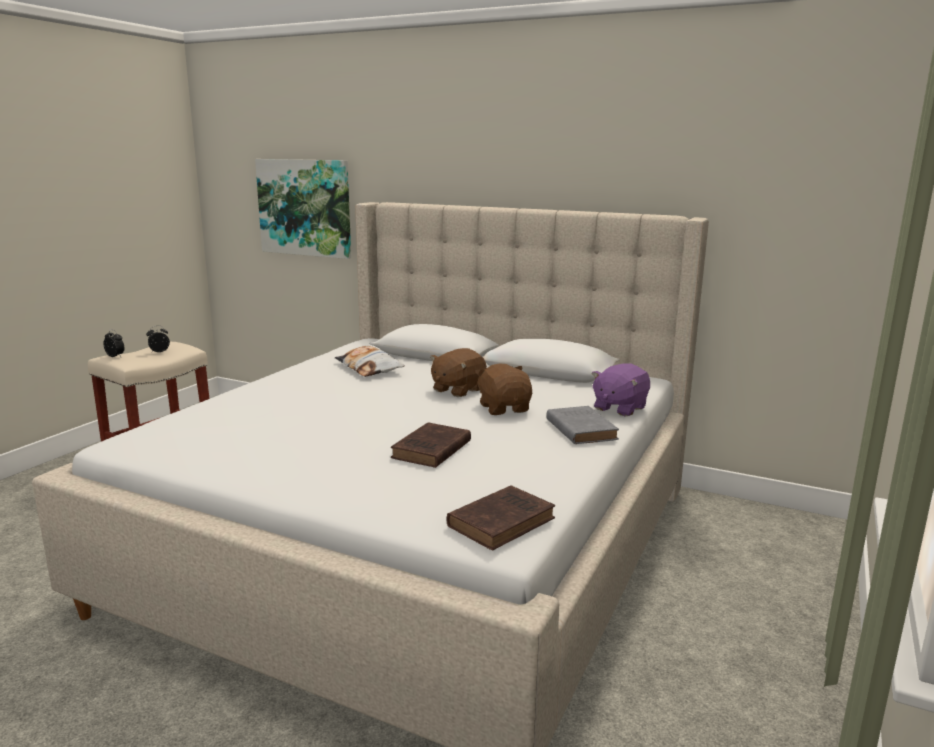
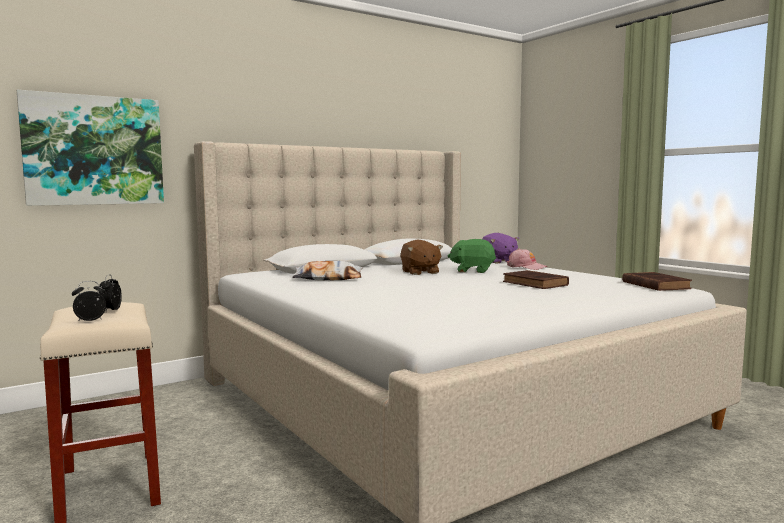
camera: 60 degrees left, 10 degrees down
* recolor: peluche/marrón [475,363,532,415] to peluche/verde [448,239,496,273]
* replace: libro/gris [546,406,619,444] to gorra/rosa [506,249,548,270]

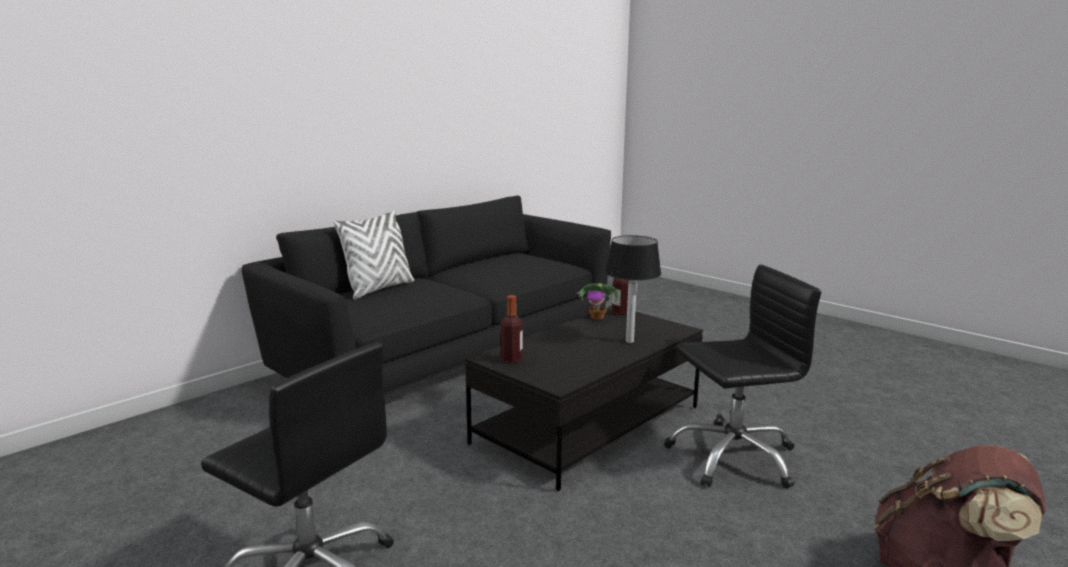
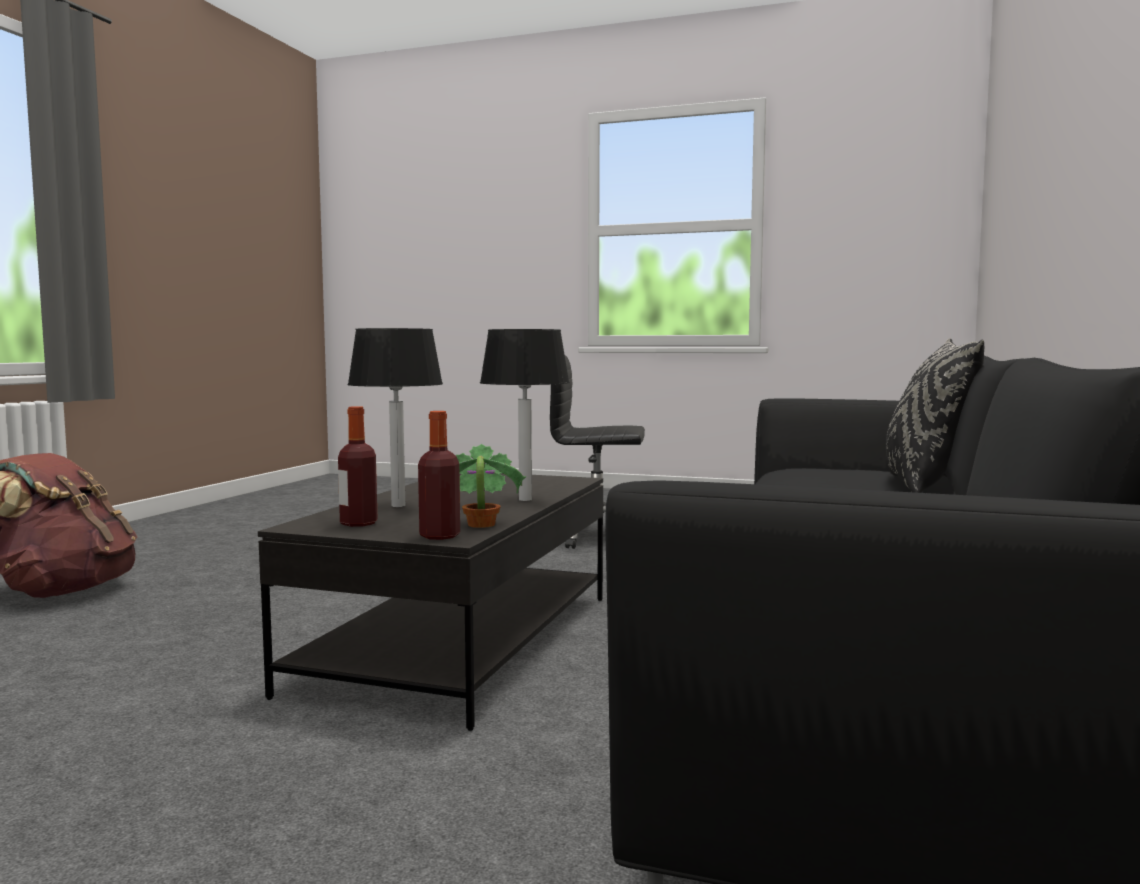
camera: 155 degrees right, 10 degrees down
* recolor: cojín/blanco [333,211,414,300] to cojín/negro [886,338,984,493]
* delete: silla de oficina/negro [664,264,821,489]
* move: botella [501,295,523,363] to [338,406,377,527]
* insert: lámpara de mesa [480,329,570,501]

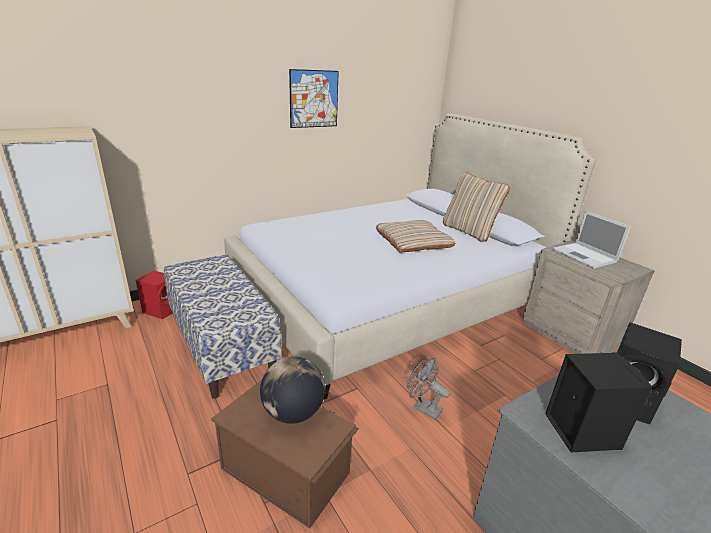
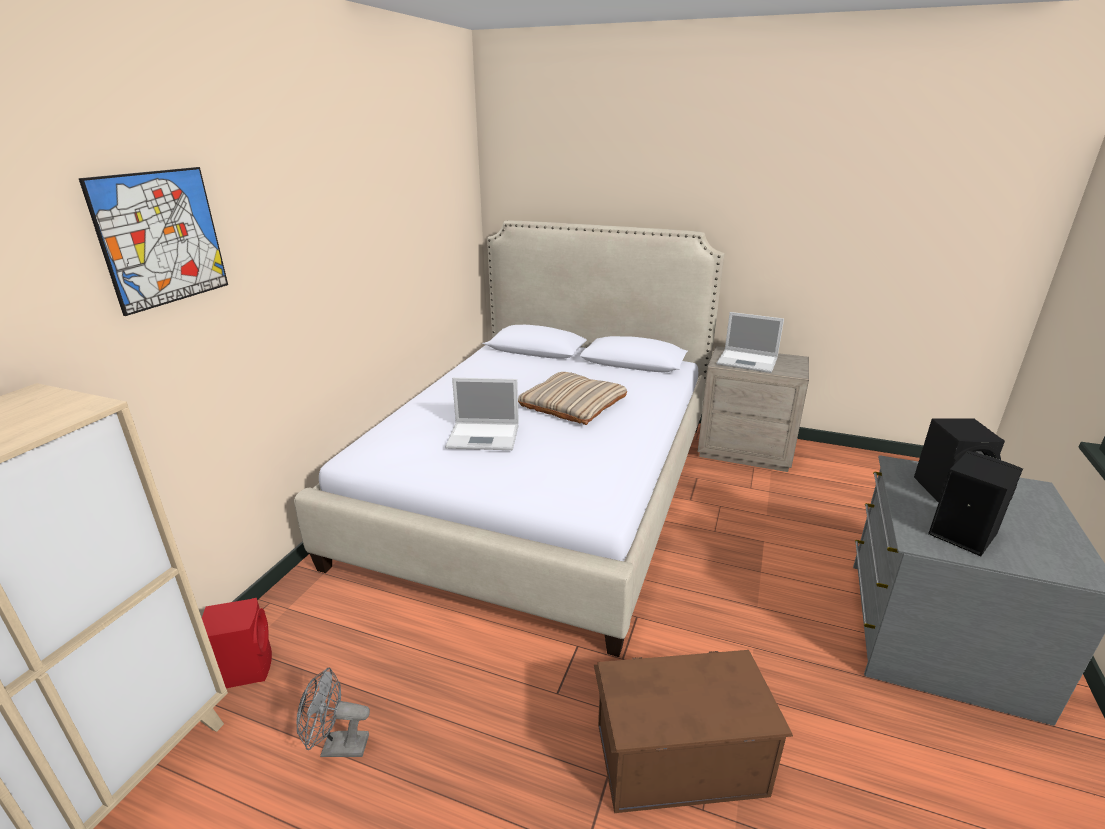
camera: 35 degrees left, 0 degrees up
* move: cuadro [289,69,339,128] to [79,167,228,316]
* delete: cojín/beis [443,172,510,242]
* delete: banco [164,255,282,399]
* delete: globo terráqueo [260,356,325,424]
* move: ventilador/gris [407,358,450,420] to [296,667,370,757]
* insert: portátil [445,378,519,450]

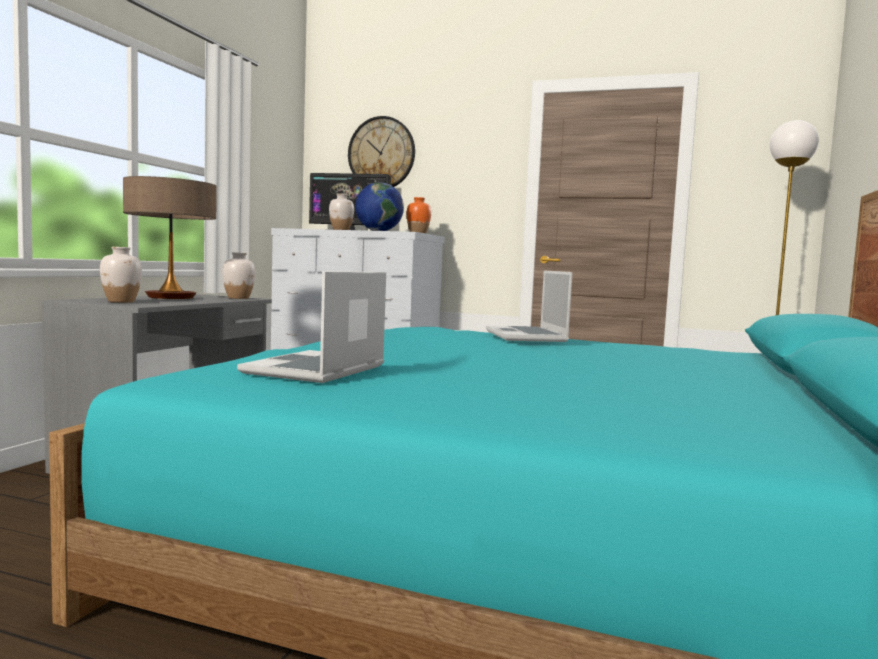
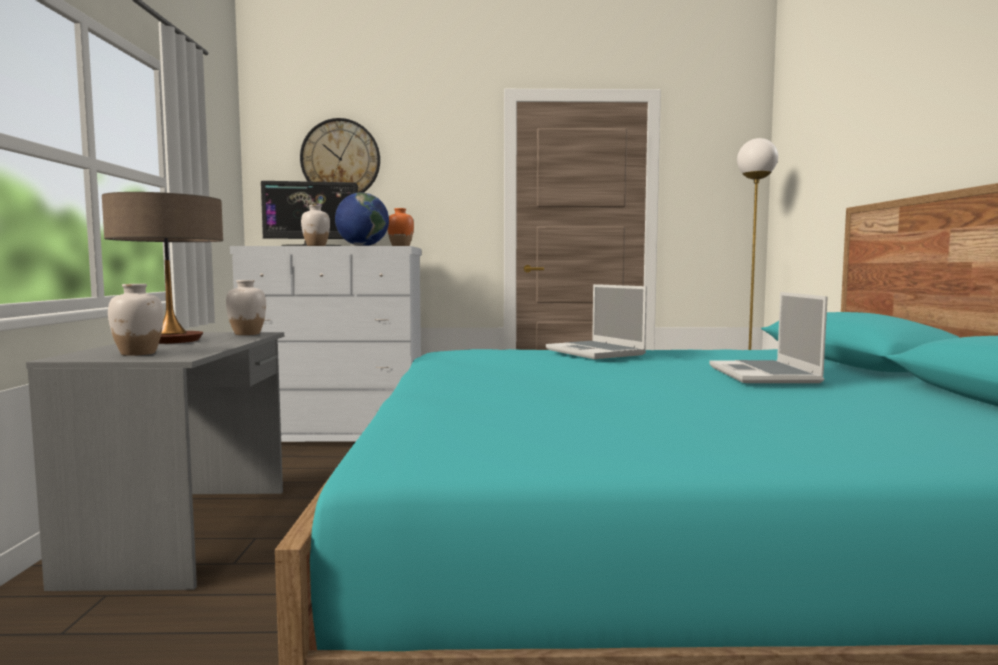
camera: 20 degrees left, 0 degrees up
* move: portátil [237,271,386,383] to [709,292,828,383]

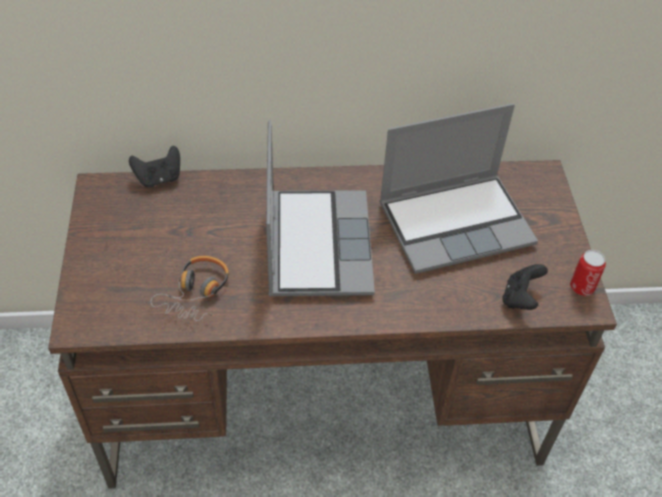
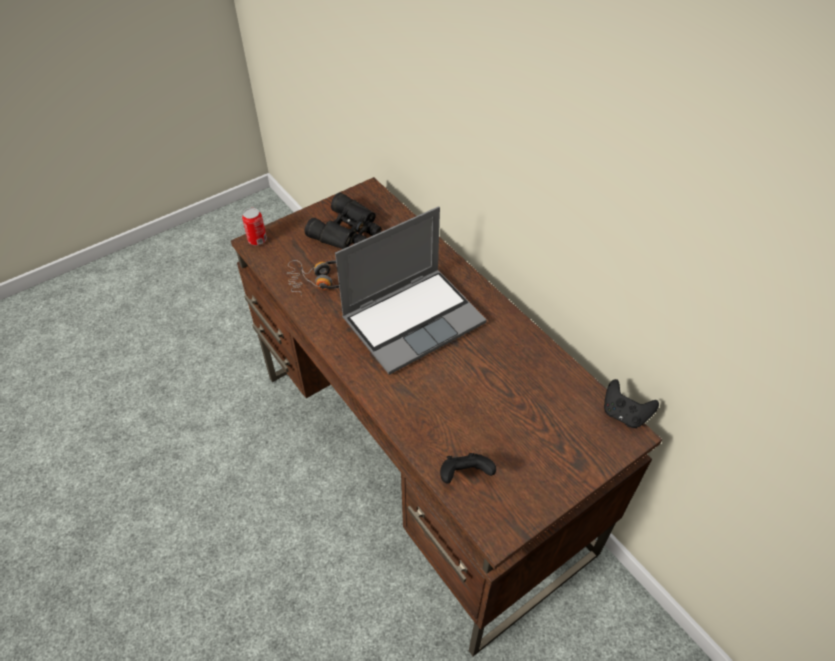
camera: 60 degrees right, 0 degrees up
* delete: portátil [379,103,538,274]
* move: mando de consola/negro [129,146,180,187] to [604,379,659,428]
* move: lata [570,250,606,296] to [242,208,267,245]
* insert: prismáticos/negro [305,193,382,249]

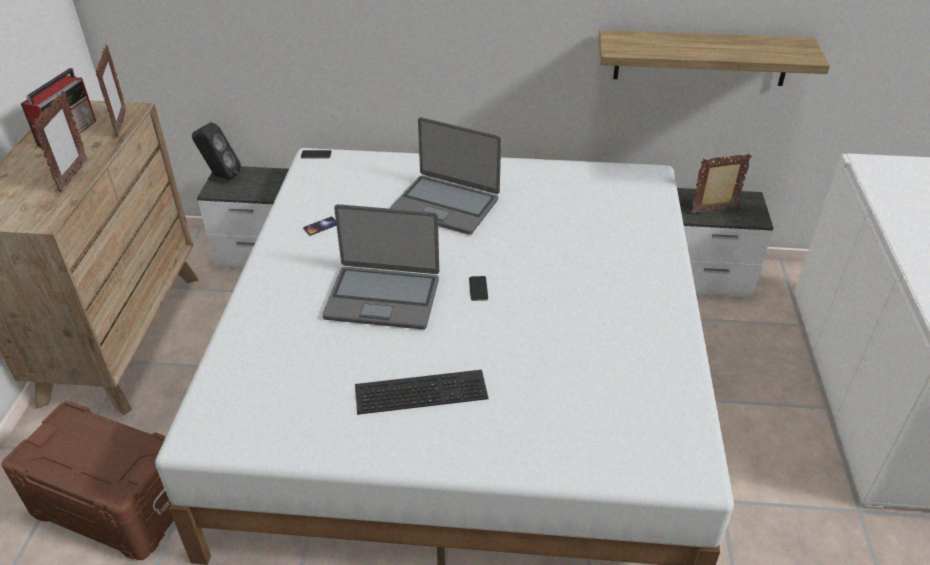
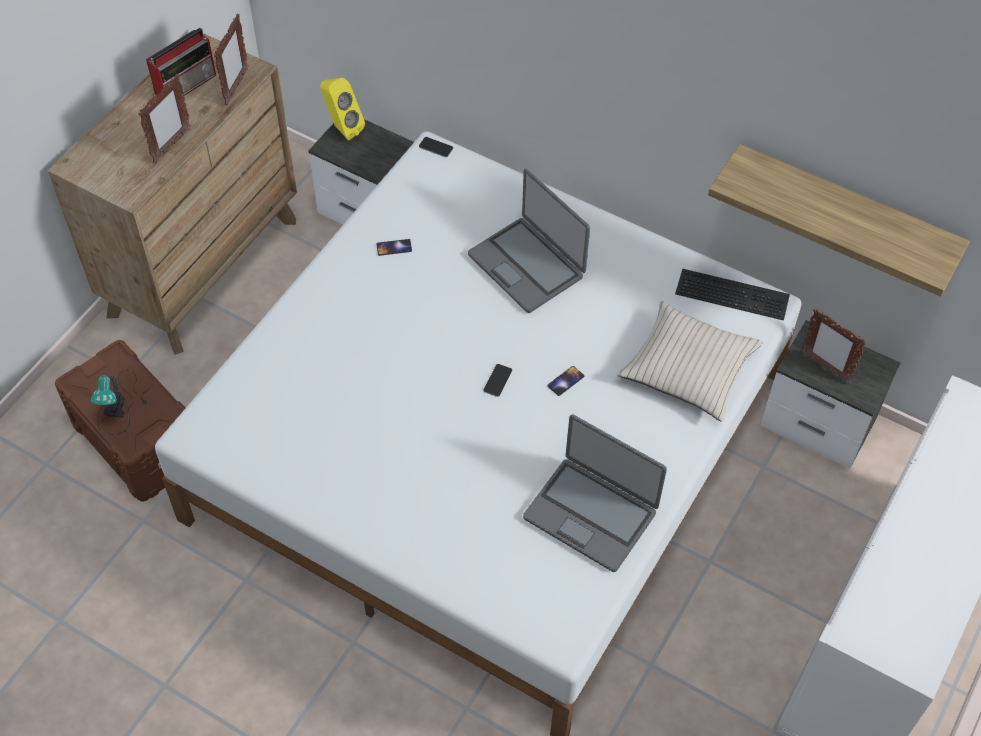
camera: 25 degrees right, 15 degrees up
* recolor: altavoz/negro [192,122,241,180] to altavoz/amarillo [320,78,365,140]
* rotate: portarretratos [690,154,752,214] = [801,309,866,384] 150 degrees counterclockwise
* move: portátil [323,204,439,329] to [523,415,667,572]
* move: teclado [355,370,488,415] to [675,269,790,320]
* insert: cojín/beis [617,301,763,422]
* insert: móvil [547,366,584,396]
* insert: lámpara de mesa [91,369,147,435]

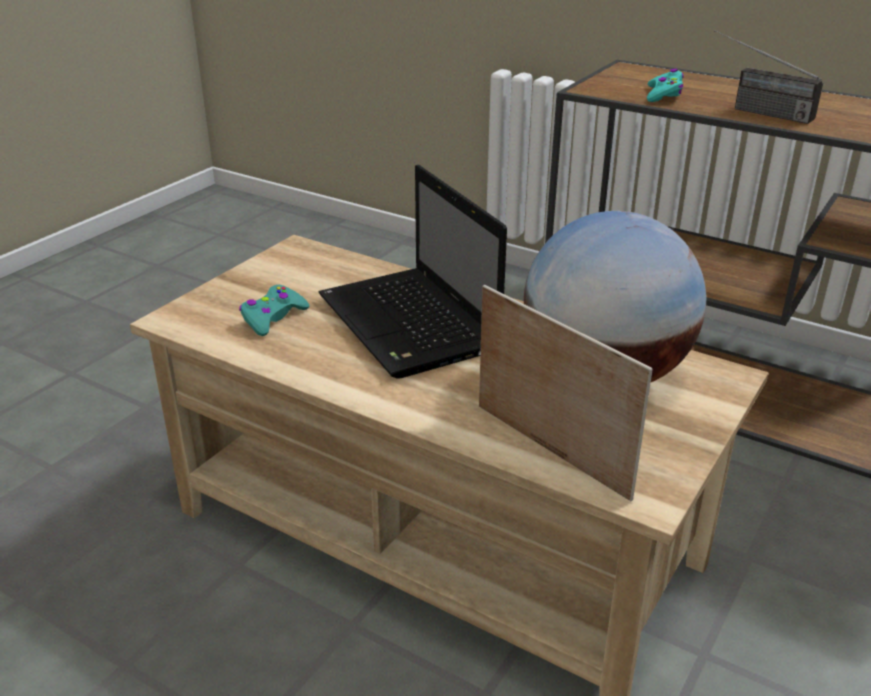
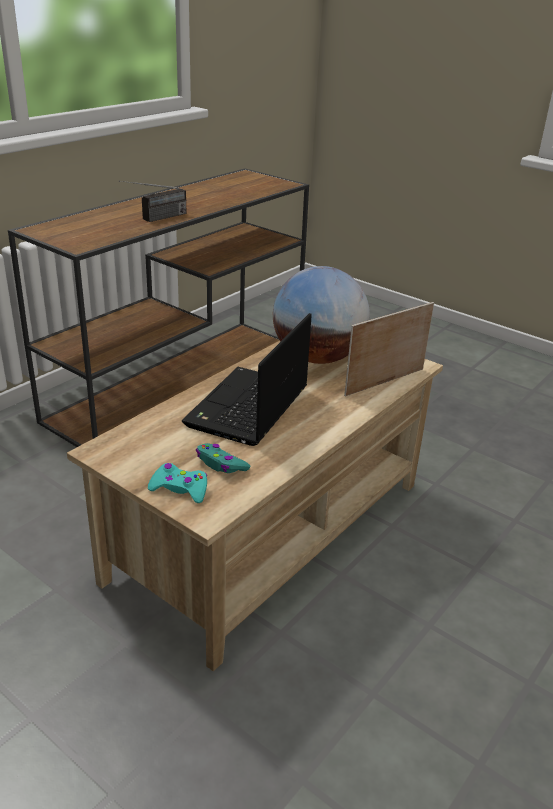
camera: 85 degrees left, 0 degrees up
* move: mando de consola/turquesa [647,69,683,102] to [148,463,207,503]
* rotate: portátil [318,165,507,379] = [182,313,312,446] 135 degrees clockwise

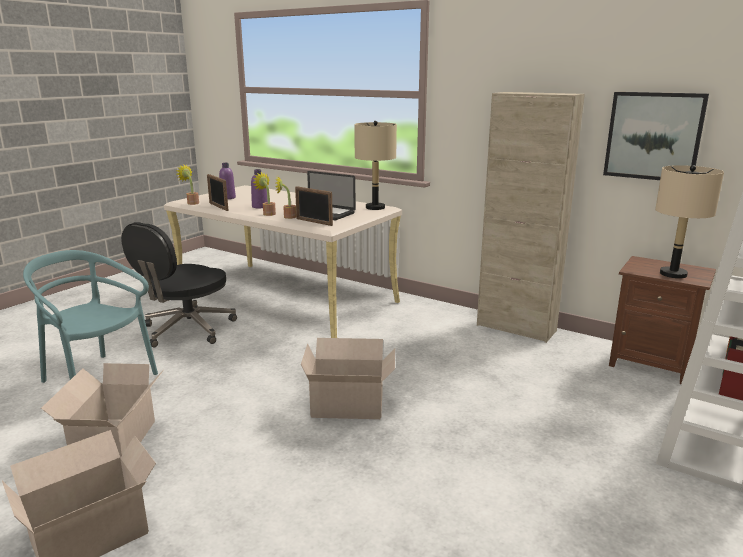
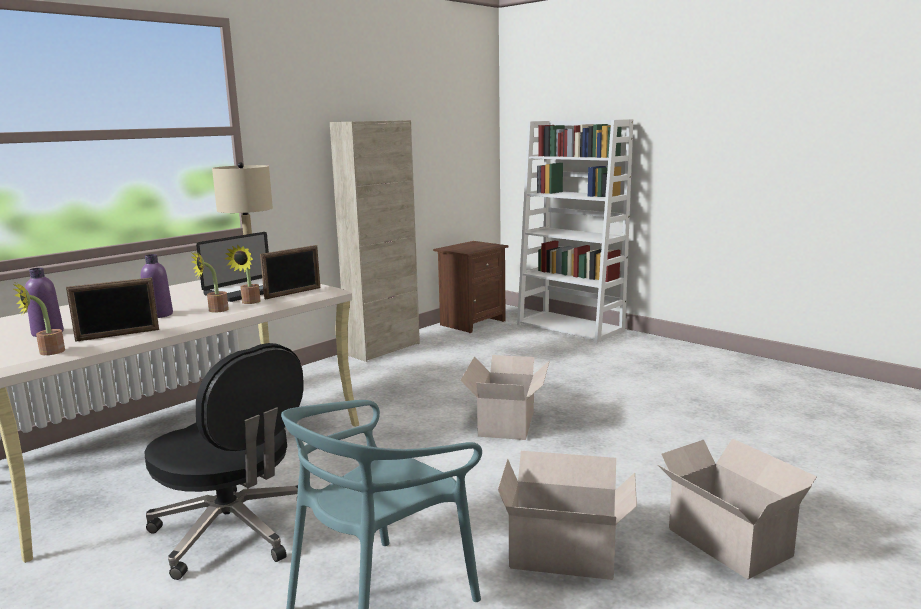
camera: 80 degrees left, 5 degrees down
* delete: cuadro [603,92,709,180]
* delete: lámpara de mesa/beis [655,165,724,279]

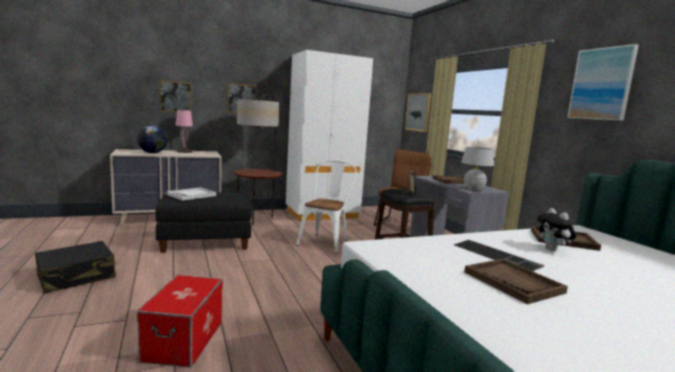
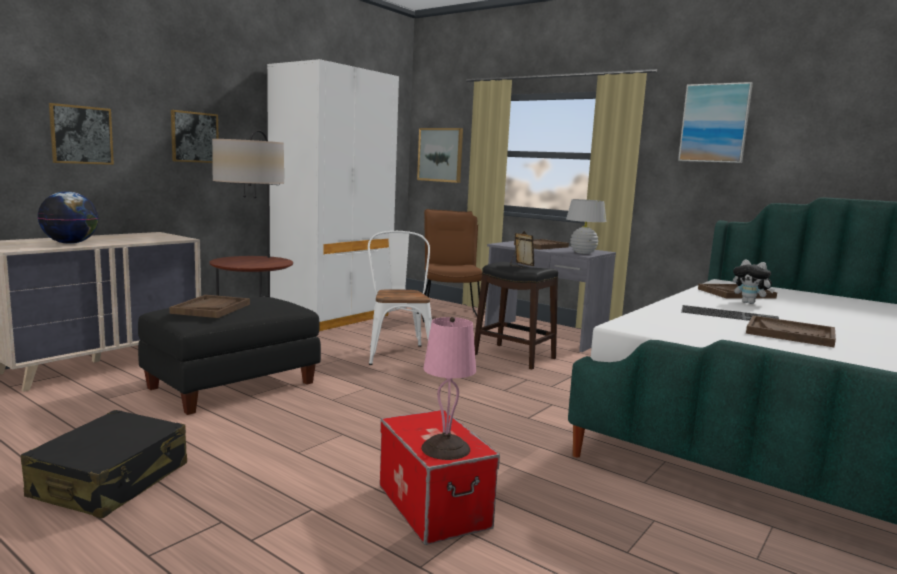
camera: 30 degrees left, 0 degrees up
* move: lámpara de mesa/rosa [176,109,193,153] to [421,317,476,460]
* recolor: bandeja/blanco [167,187,216,201] to bandeja/marrón [169,295,250,318]

